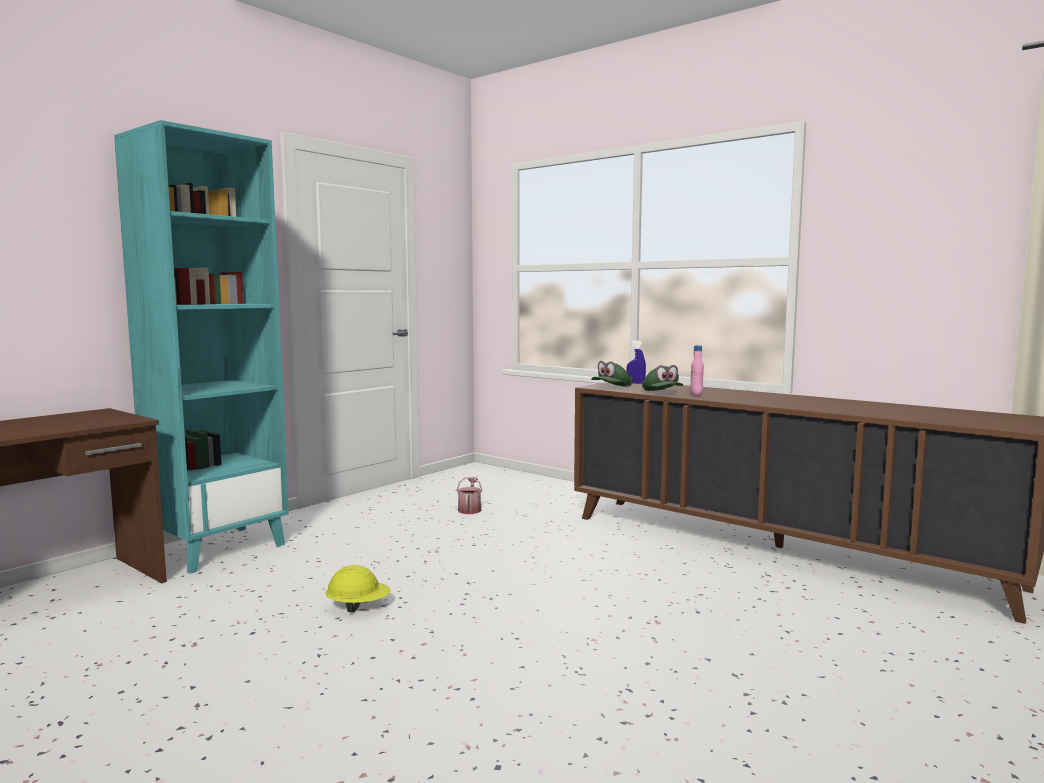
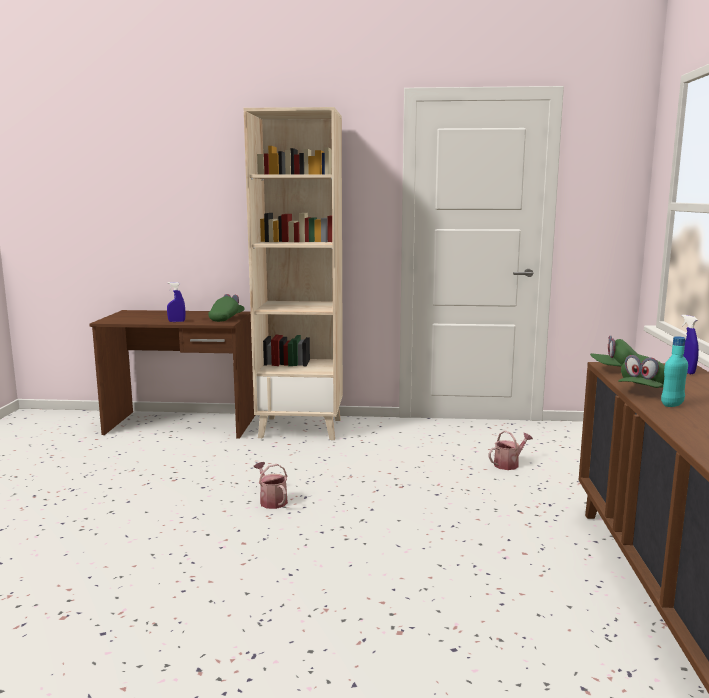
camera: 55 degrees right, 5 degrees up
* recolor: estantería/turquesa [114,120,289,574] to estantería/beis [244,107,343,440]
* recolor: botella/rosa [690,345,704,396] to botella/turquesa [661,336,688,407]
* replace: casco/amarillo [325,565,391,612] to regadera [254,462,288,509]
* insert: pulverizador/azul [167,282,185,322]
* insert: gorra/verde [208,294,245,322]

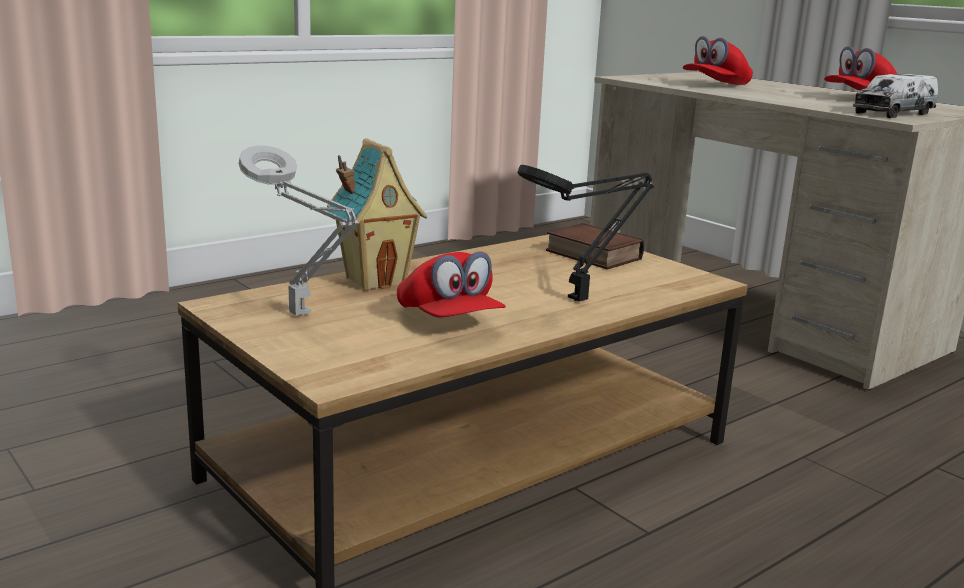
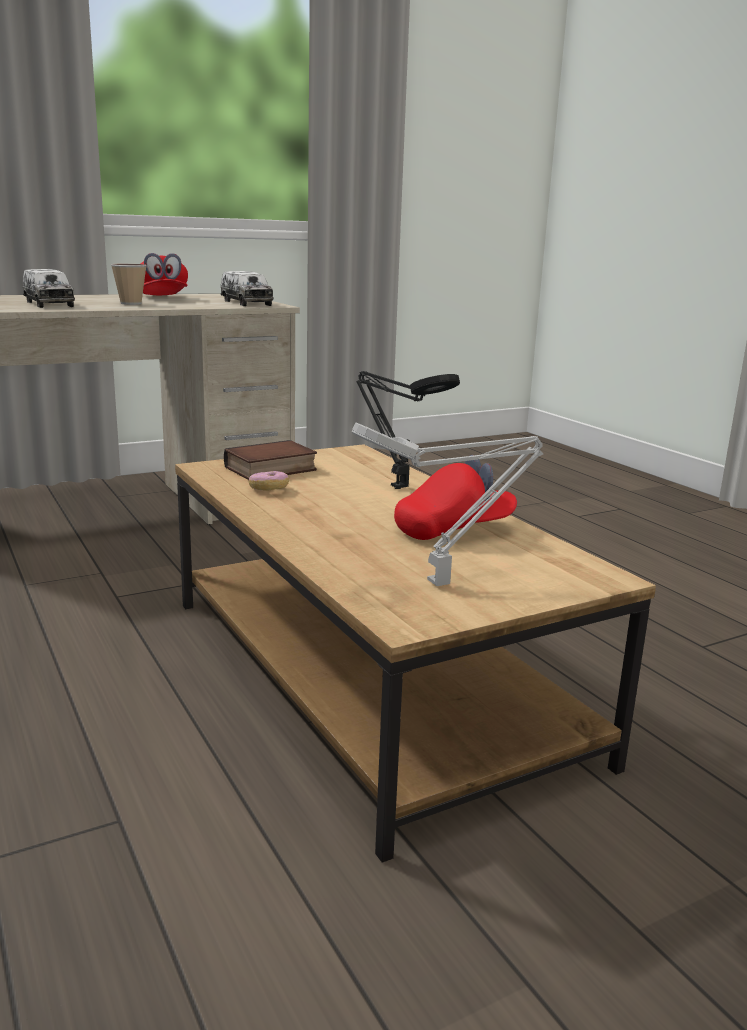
camera: 80 degrees left, 0 degrees up
* replace: gorra/rojo [683,36,753,85] to camión de juguete [23,269,75,308]
* delete: casita [326,138,427,291]
* insert: taza [111,264,146,305]
* insert: rosquilla [249,471,289,491]

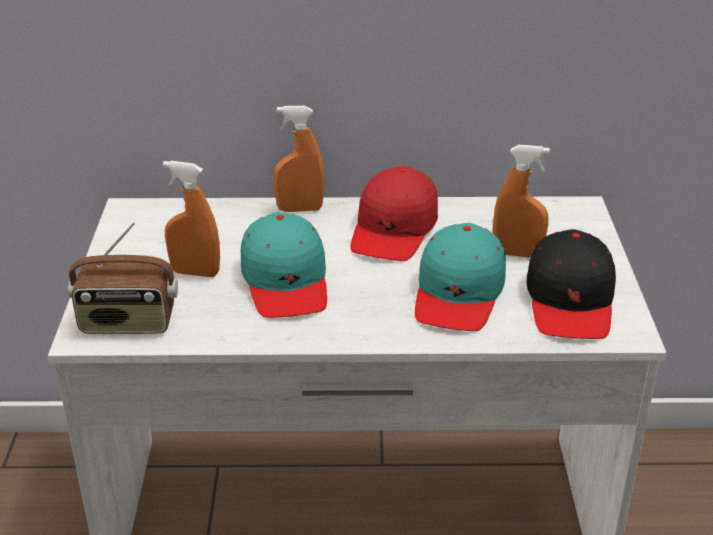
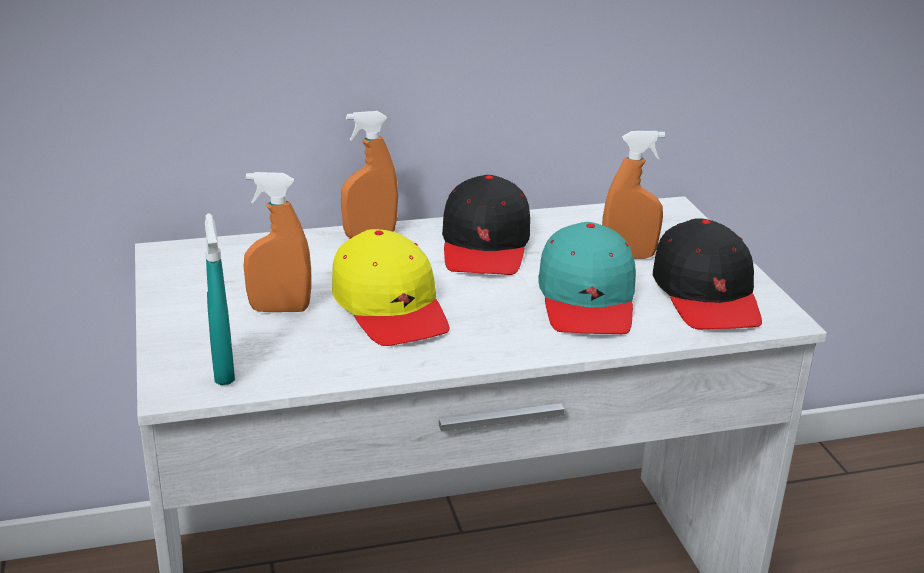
camera: 15 degrees left, 5 degrees down
* recolor: gorra/rojo [350,166,438,261] to gorra/negro [442,175,530,275]
* recolor: gorra/turquesa [241,212,327,318] to gorra/amarillo [332,229,450,346]
* replace: radio [68,222,178,334] to pulverizador/turquesa [205,213,235,385]

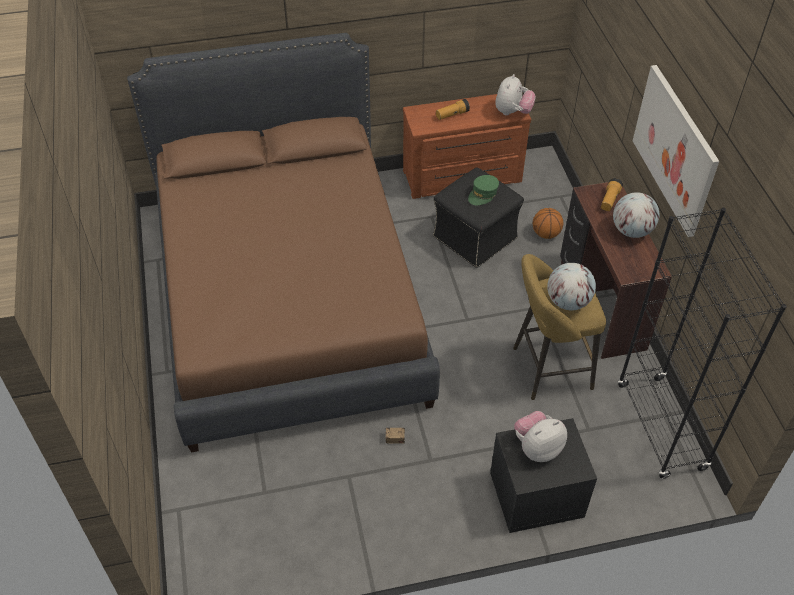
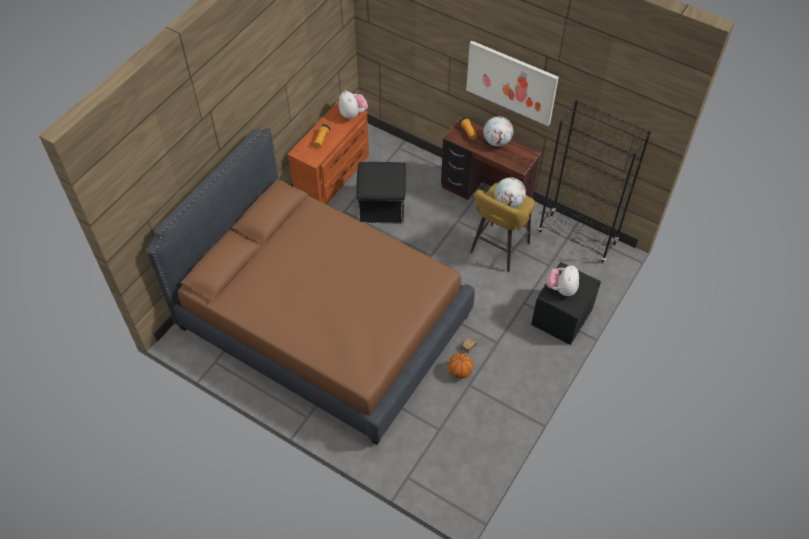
camera: 45 degrees left, 5 degrees up
* delete: gorra/verde [468,175,499,205]
* move: balón de baloncesto [533,208,563,239] to [448,353,473,379]

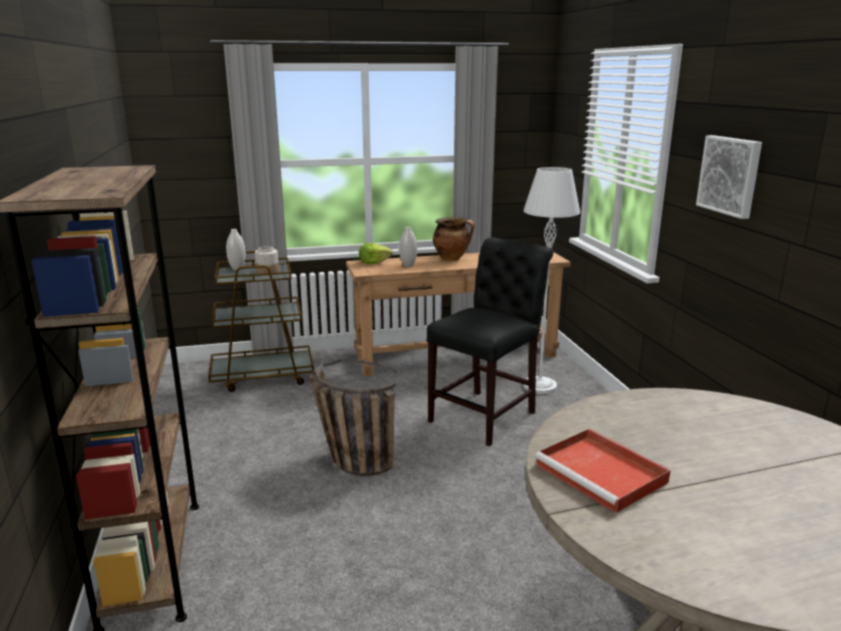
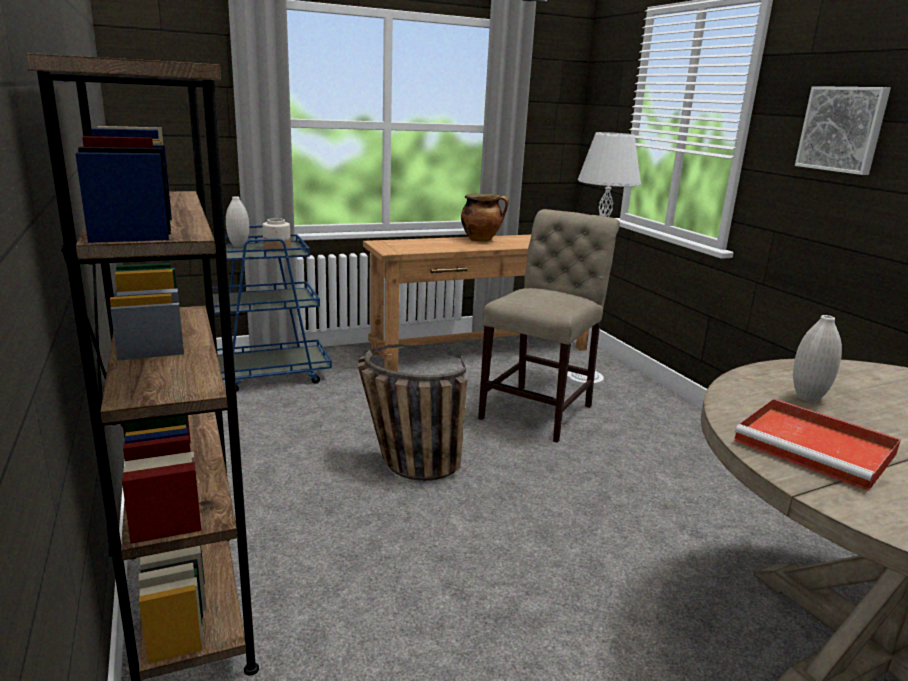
camera: 10 degrees left, 0 degrees up
* move: florero/blanco [399,227,417,267] to [793,315,842,402]
* recolor: silla/negro [426,237,553,446] to silla/beis [478,209,620,443]
* delete: lechuga [359,243,393,264]
* recolor: carrito/marrón [208,251,314,392] to carrito/azul [212,225,332,392]

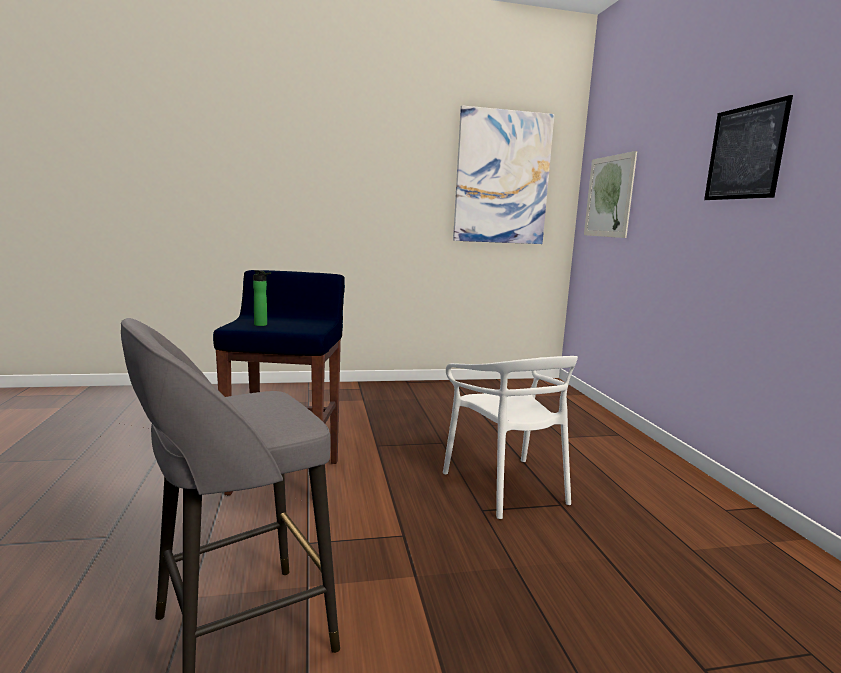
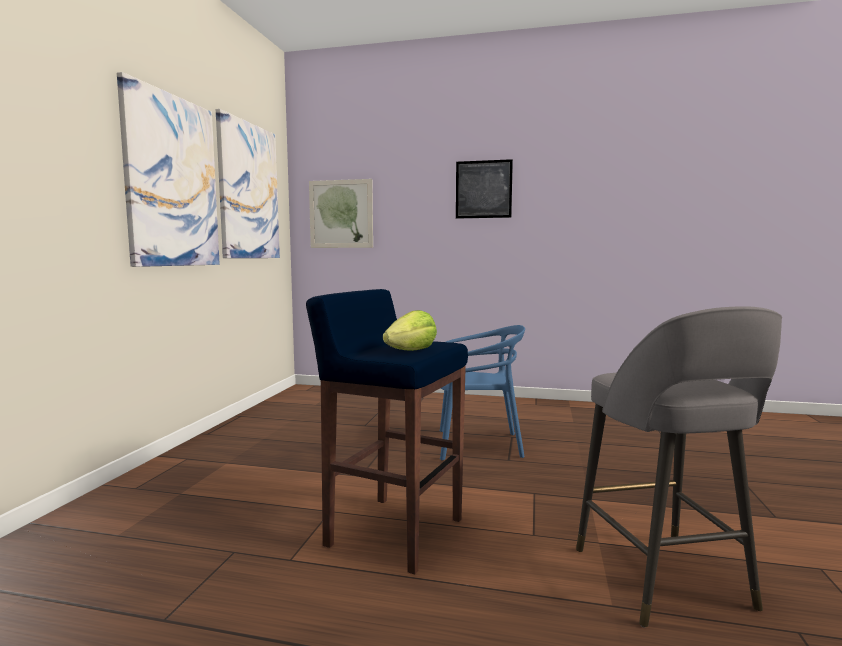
camera: 65 degrees left, 5 degrees down
* replace: botella [253,270,271,326] to lechuga [383,310,437,351]
* recolor: silla/blanco [443,356,578,519] to silla/azul [440,325,525,460]
* insert: cuadro [117,72,220,267]

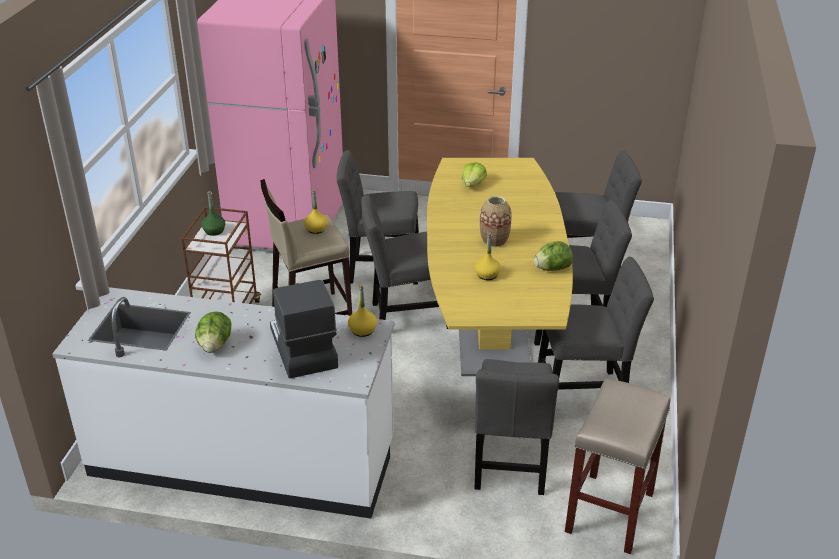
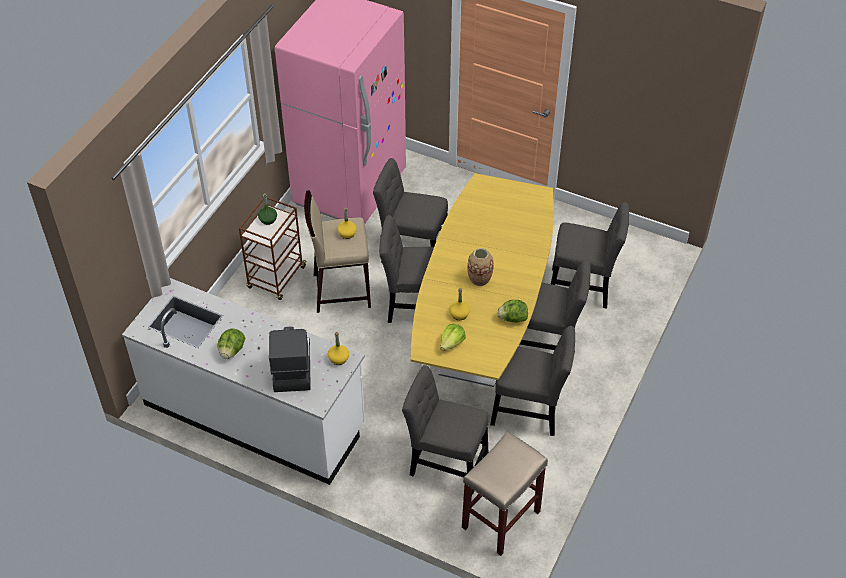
camera: 15 degrees right, 15 degrees up
* move: lechuga [461,162,487,187] to [440,324,466,351]
* rotate: silla/gris [475,359,559,495] = [402,365,489,495] 90 degrees clockwise

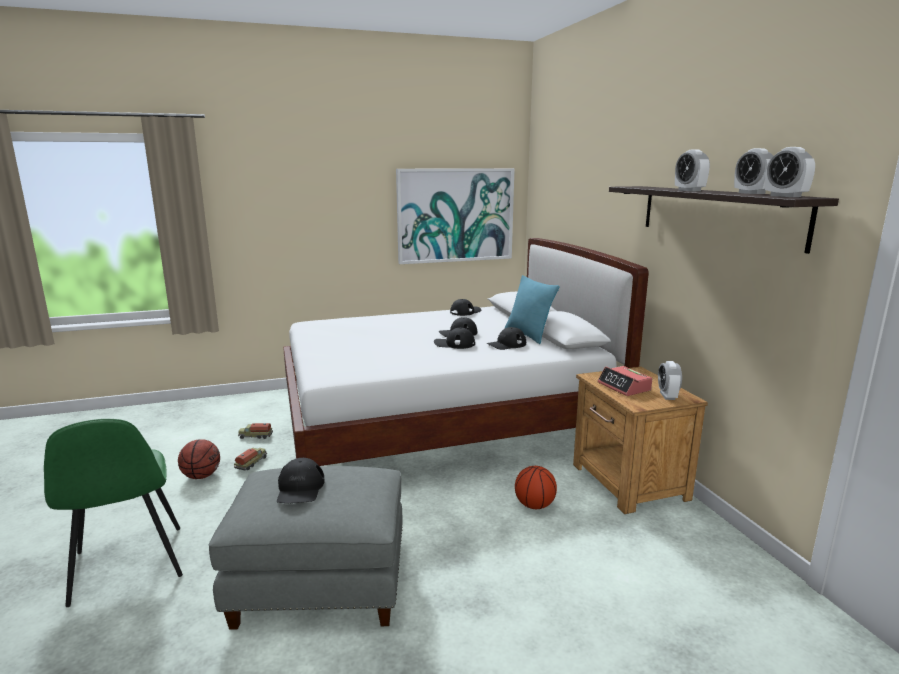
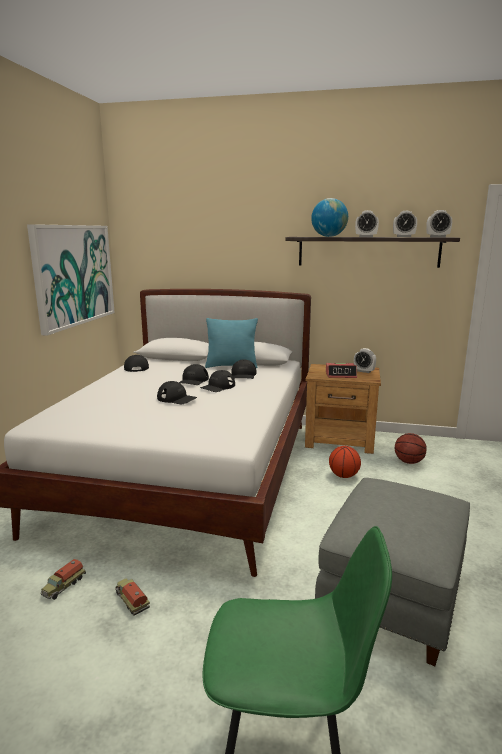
camera: 60 degrees left, 0 degrees up
* move: balón de baloncesto [178,439,220,479] to [395,433,427,464]
* move: gorra/negro [277,458,325,503] to [157,381,197,404]
* insert: globo terráqueo [311,198,348,237]

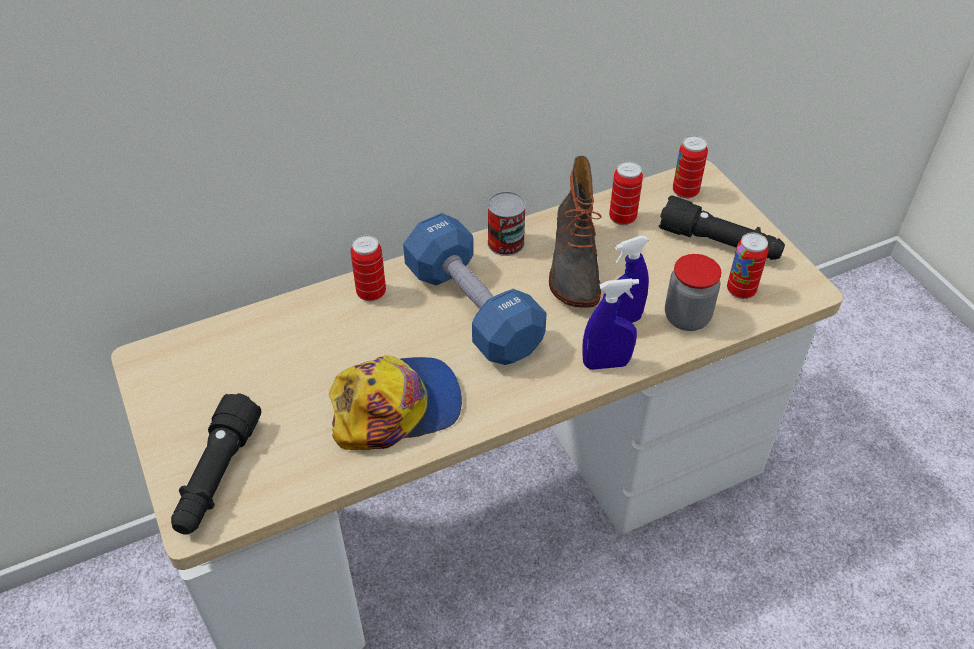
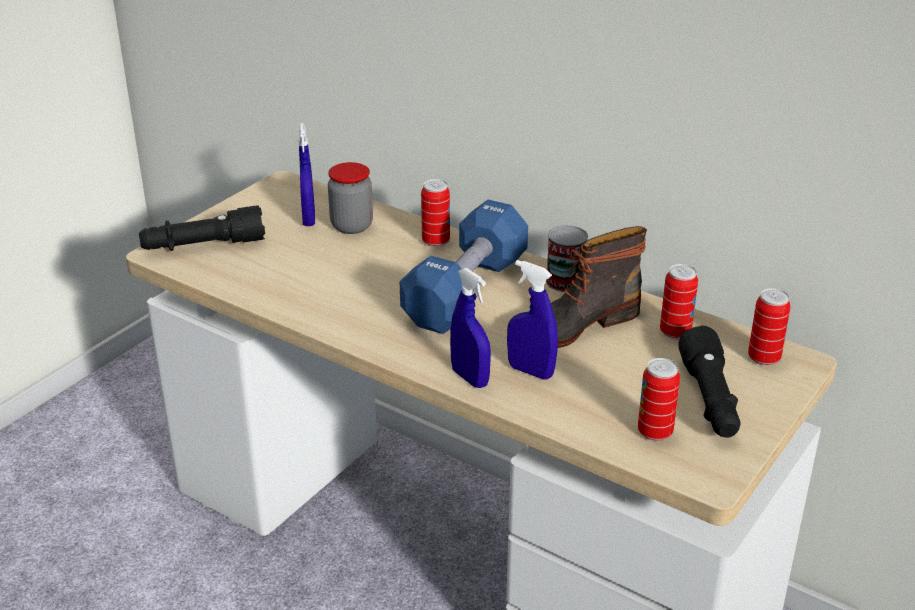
camera: 60 degrees right, 15 degrees down
* move: tarro [665,254,721,331] to [328,162,373,234]
* delete: gorra [329,356,462,450]
* insert: pulverizador/azul [299,123,315,226]

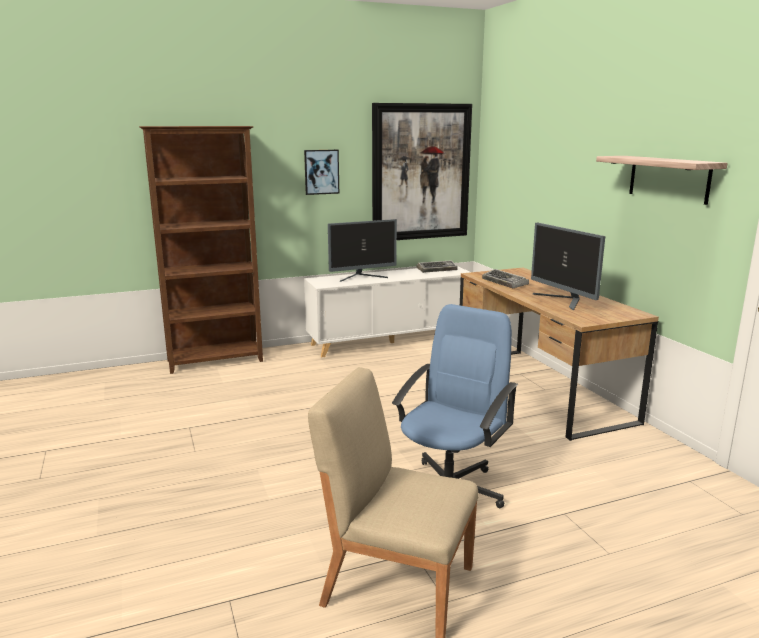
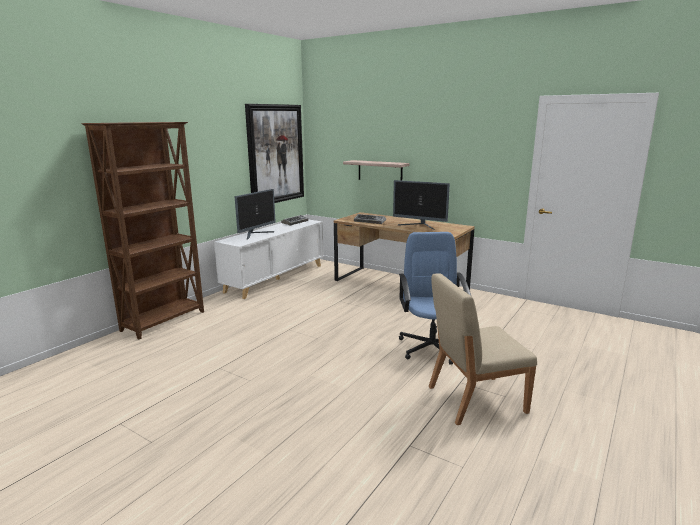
camera: 35 degrees left, 0 degrees up
* delete: cuadro [304,150,339,195]
* move: estante [596,156,728,205] to [343,160,409,181]

